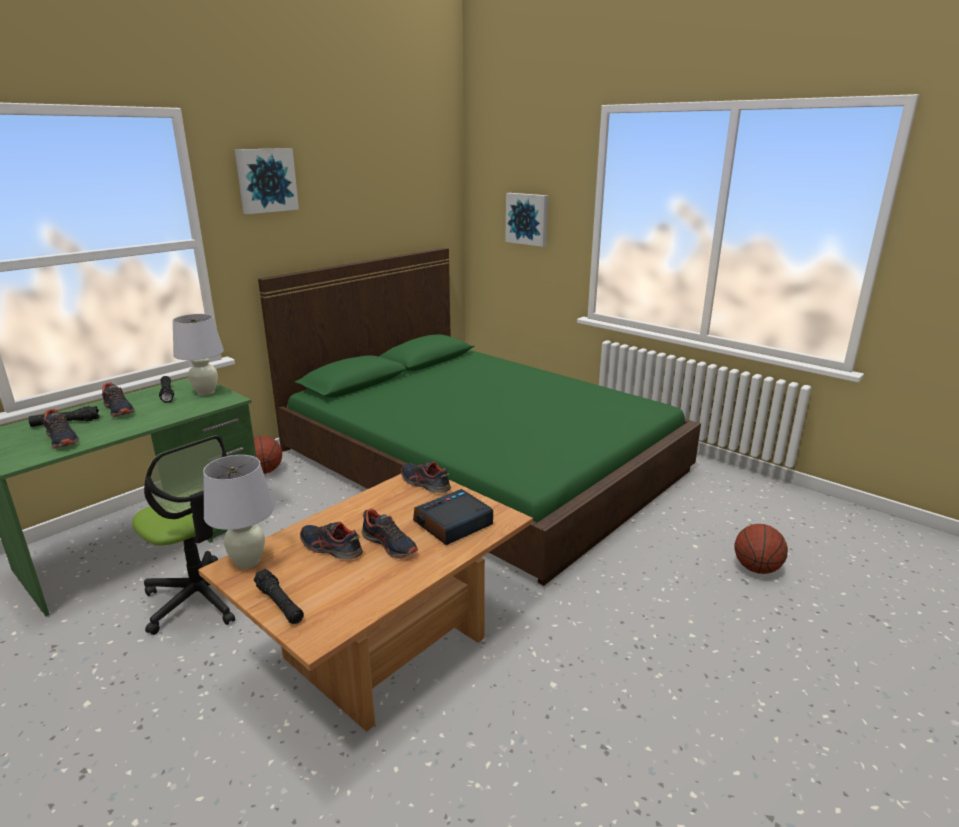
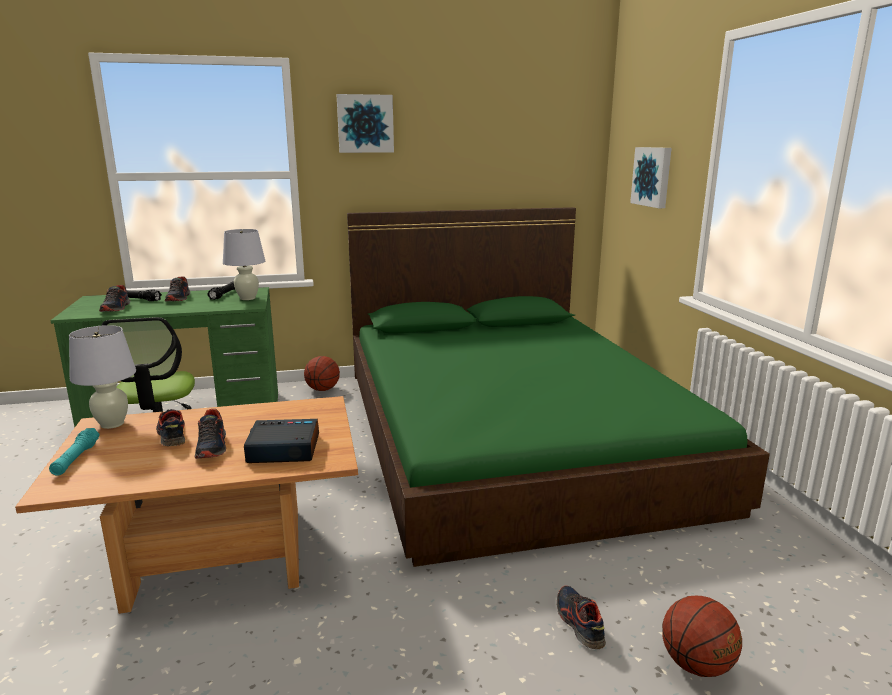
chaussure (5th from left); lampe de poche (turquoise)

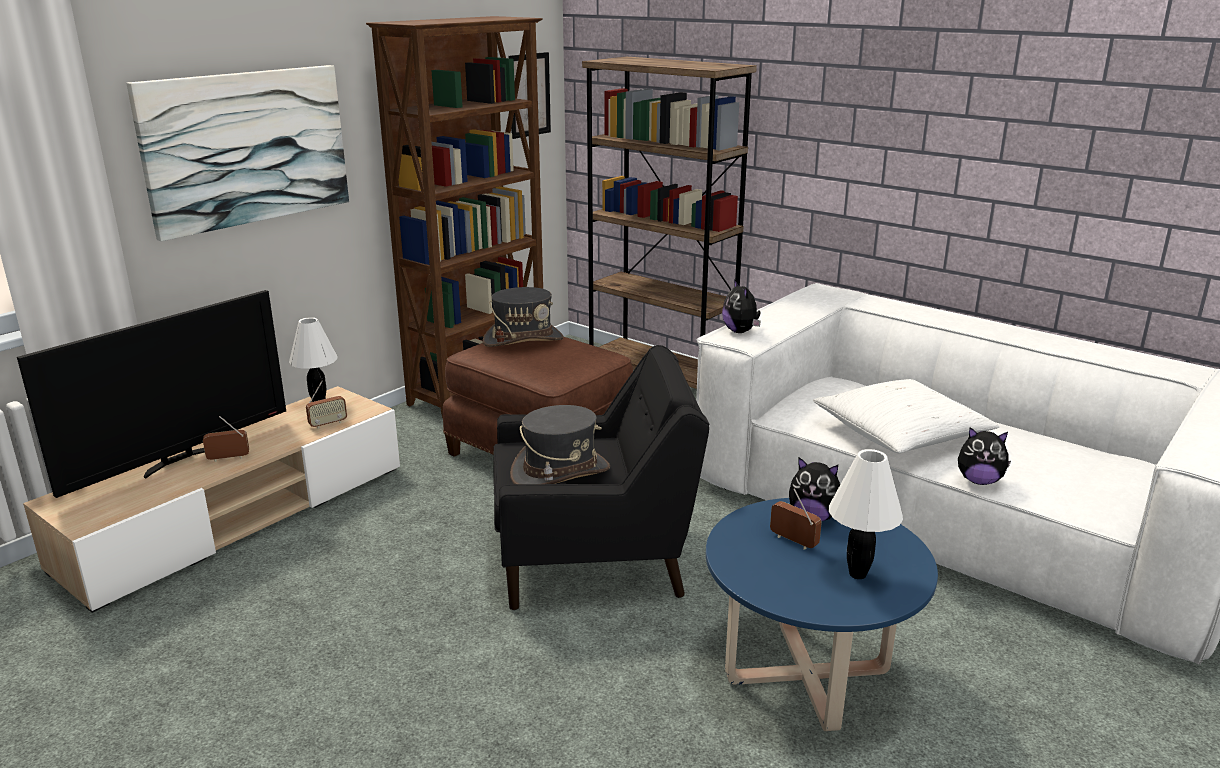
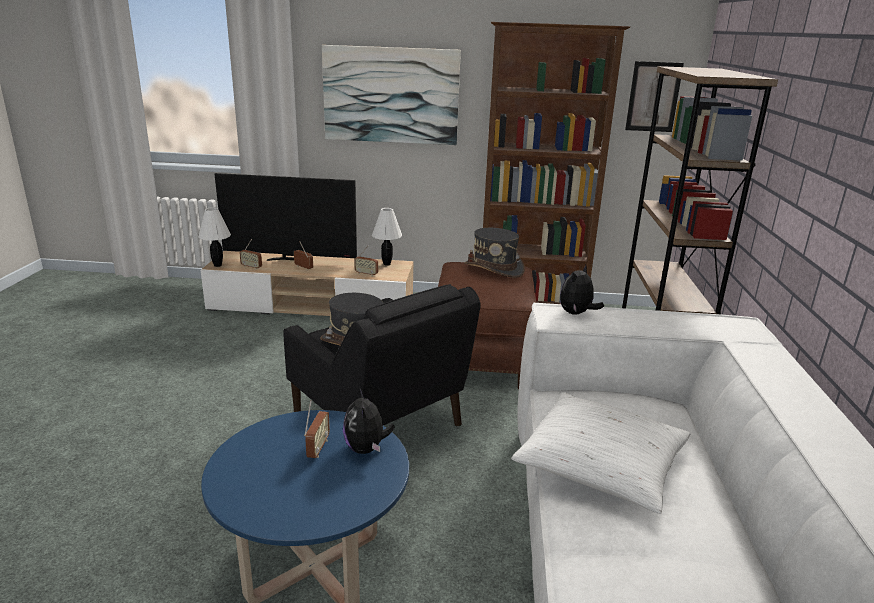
peluche (3rd from left in the first image); lampe de table (blanc) (1st from left); radio (1st from left)

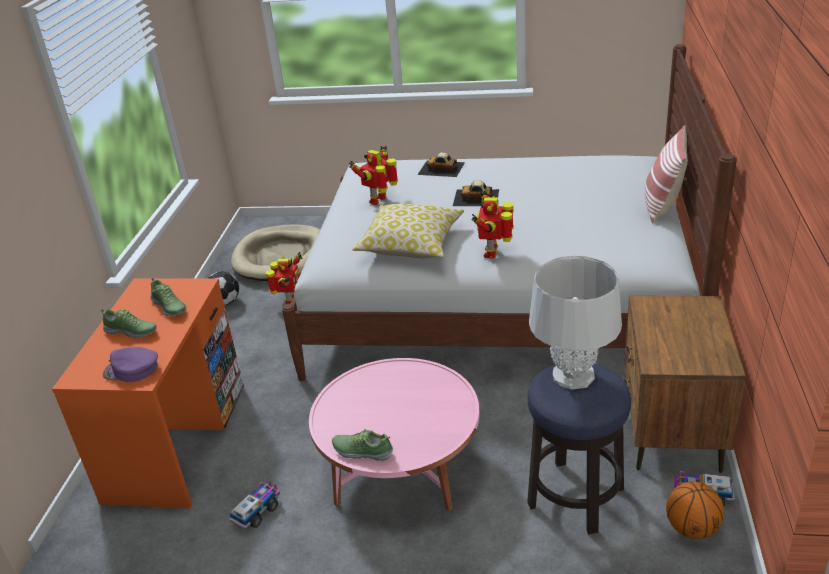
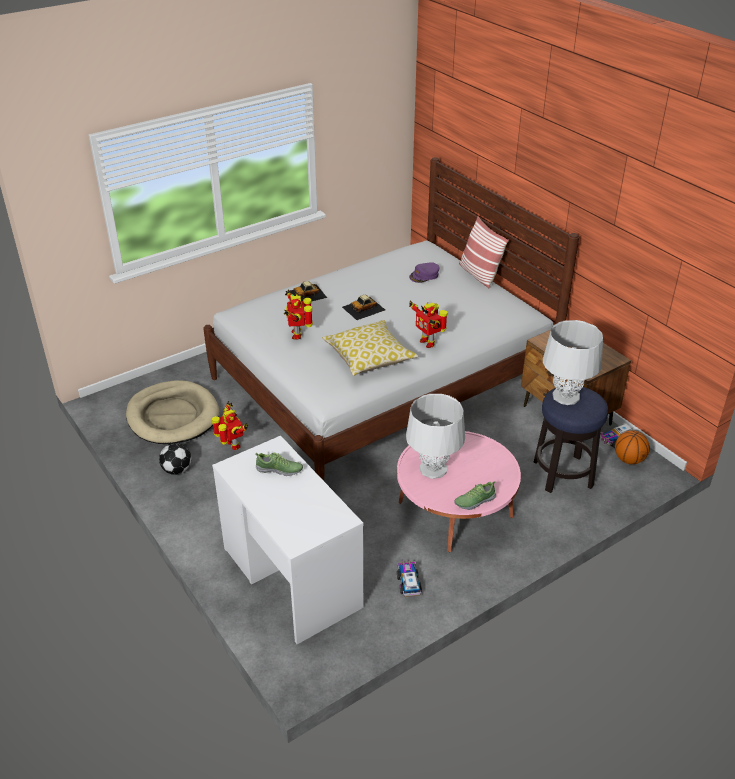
bureau (blanc); chaussure (1st from left in the first image); casquette (violet); lampe de table (gris) (1st from left)

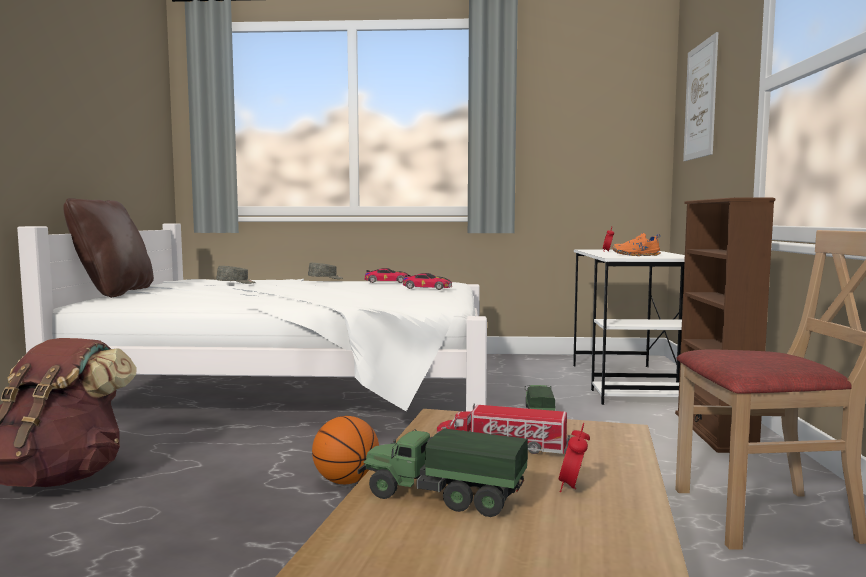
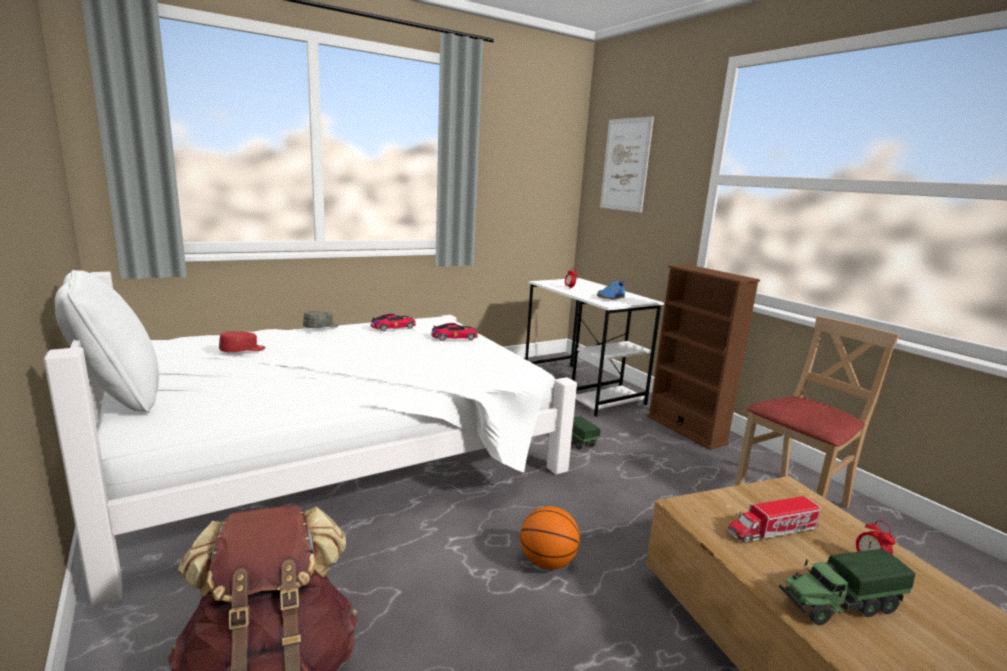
coussin (blanc); chaussure (bleu); casquette (rouge)

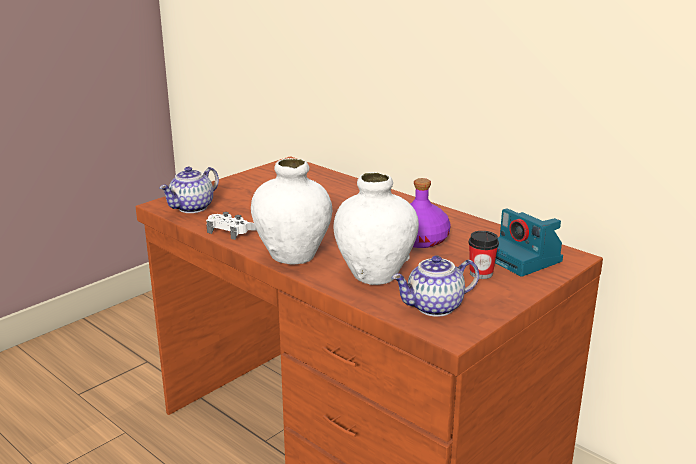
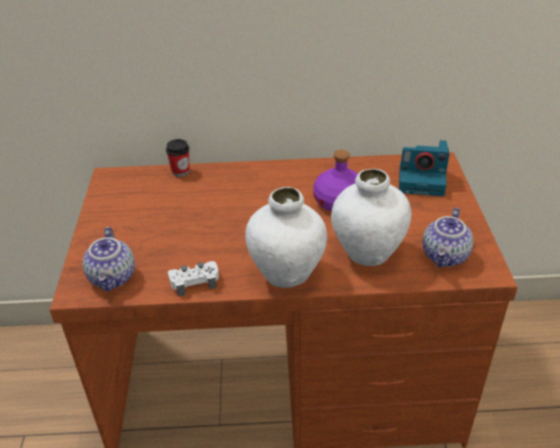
tasse

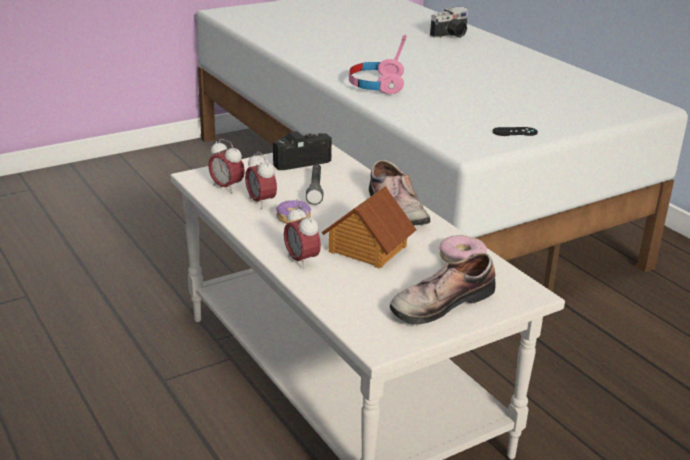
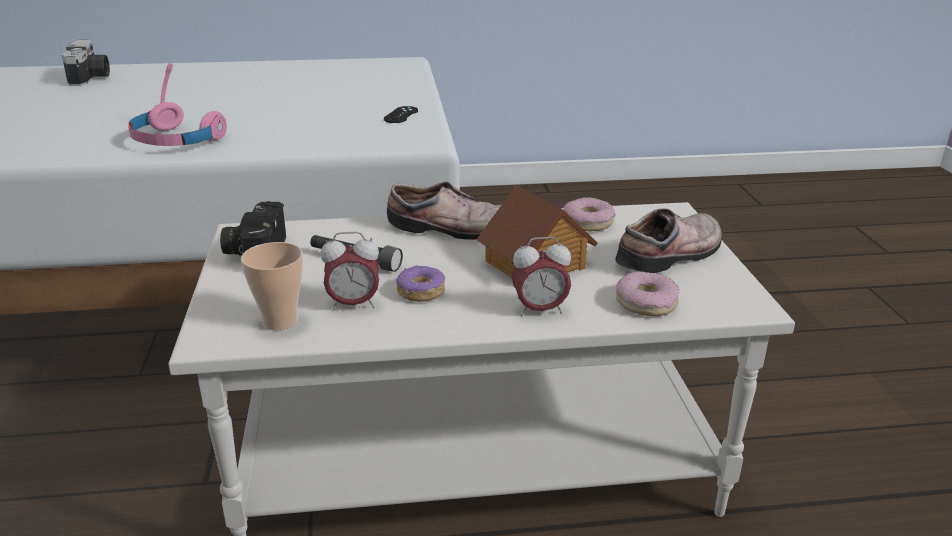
tasse; chaussure (2nd from left); beignet (3rd from left)

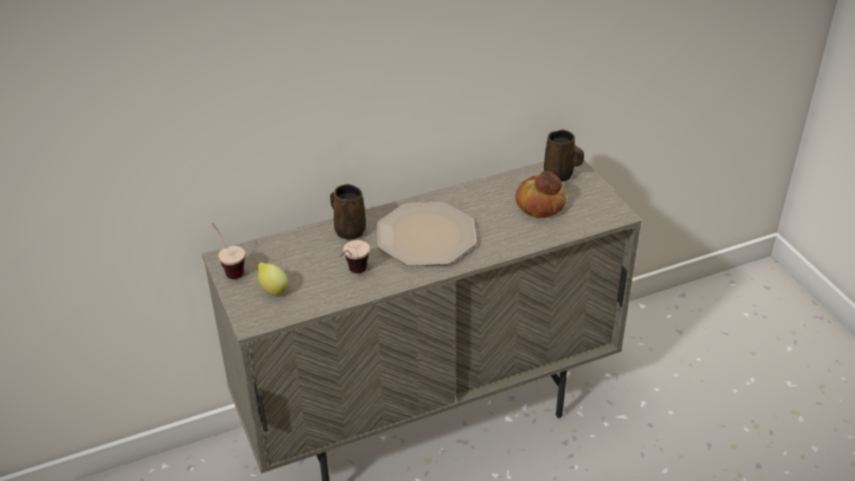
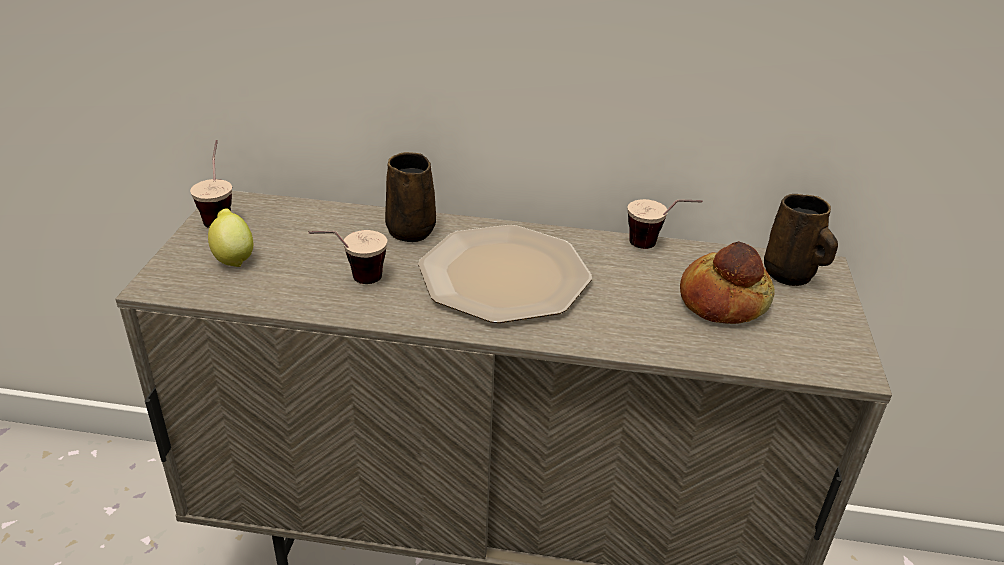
tasse (3rd from left)

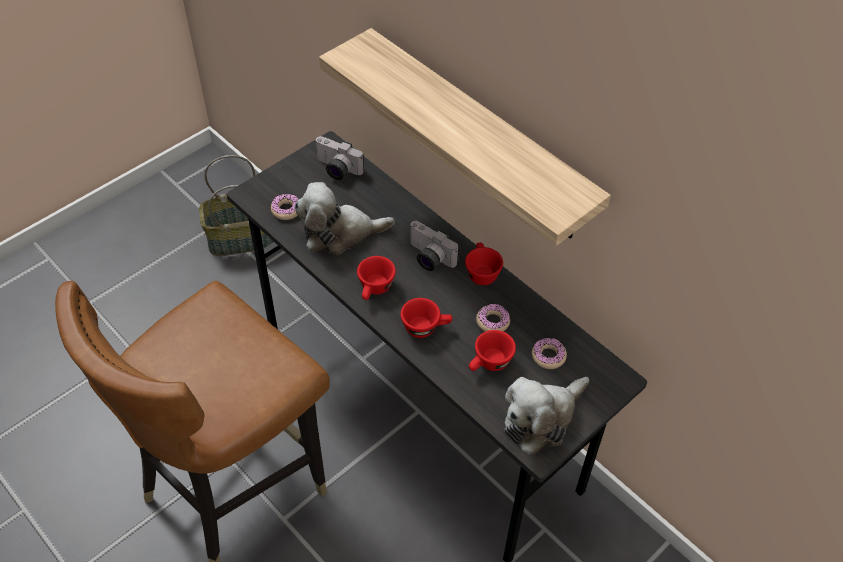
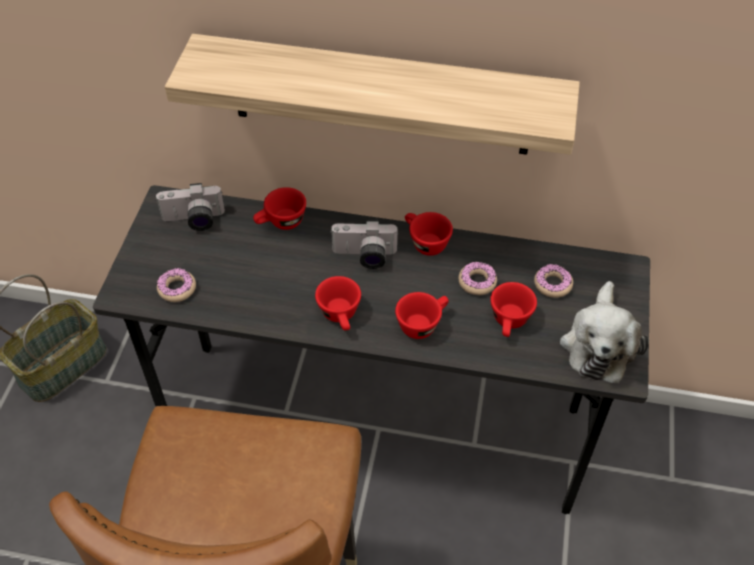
peluche (1st from left in the first image); tasse (rouge) (1st from left)

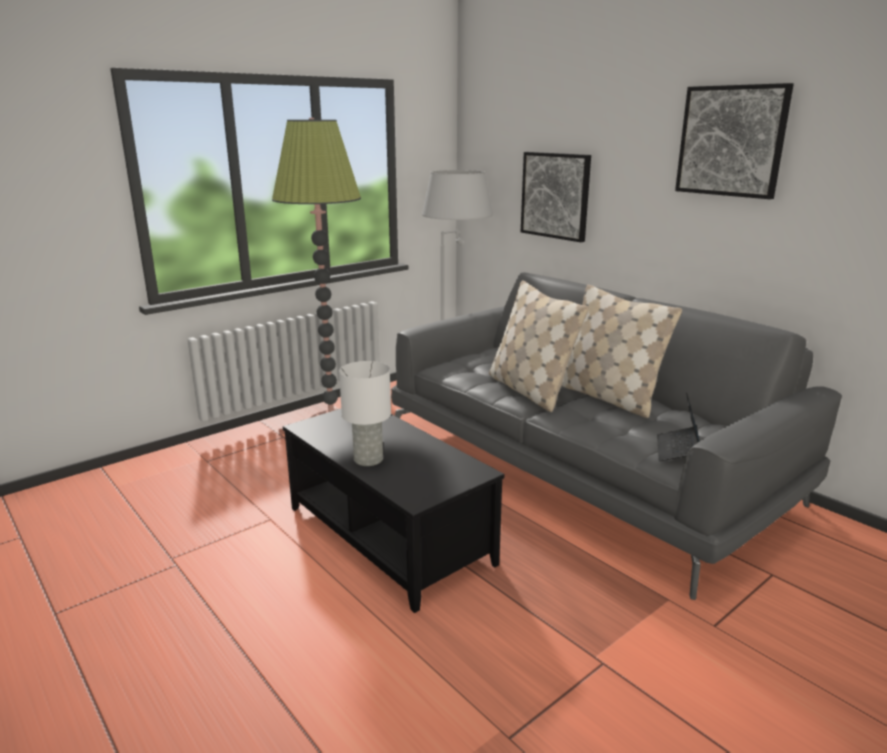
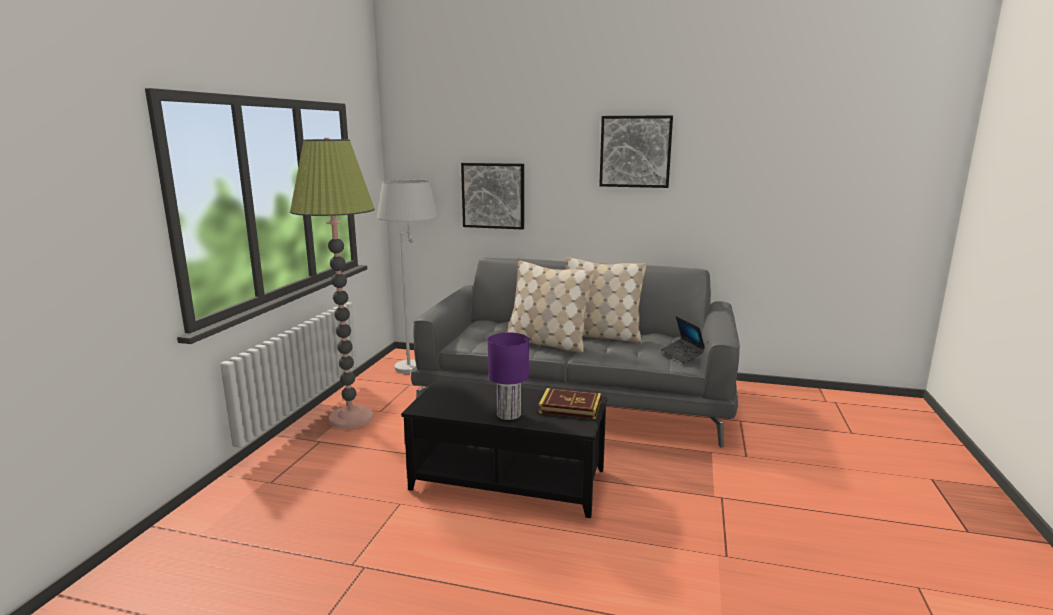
lampe de table (violet); livre

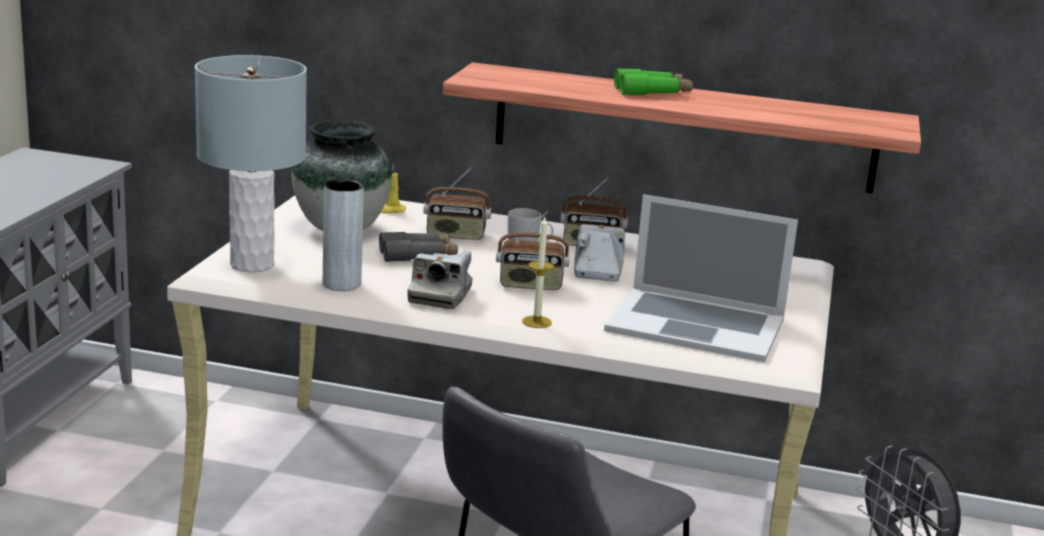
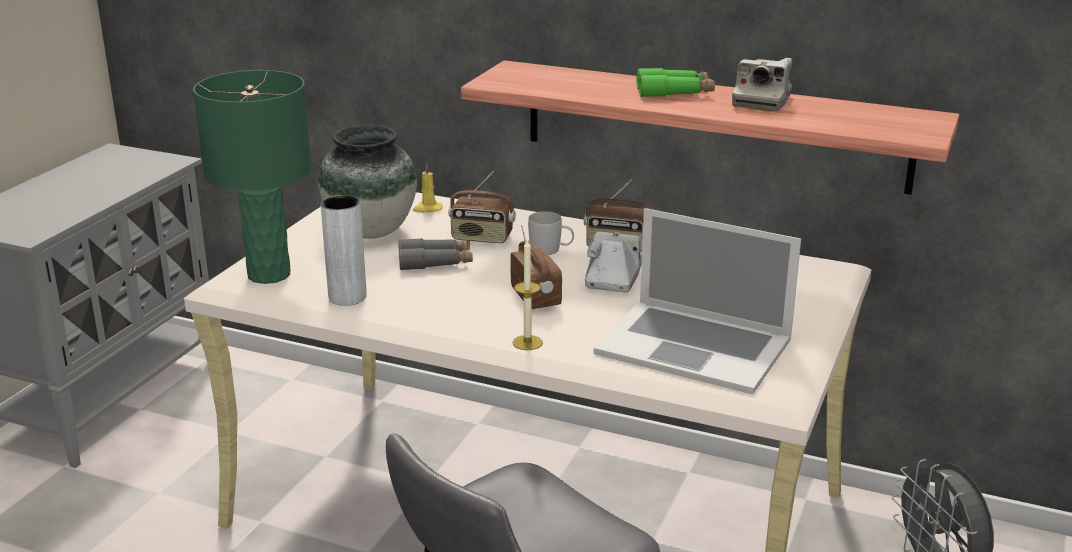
lampe de table (vert); radio (2nd from left); appareil photo (2nd from left)

